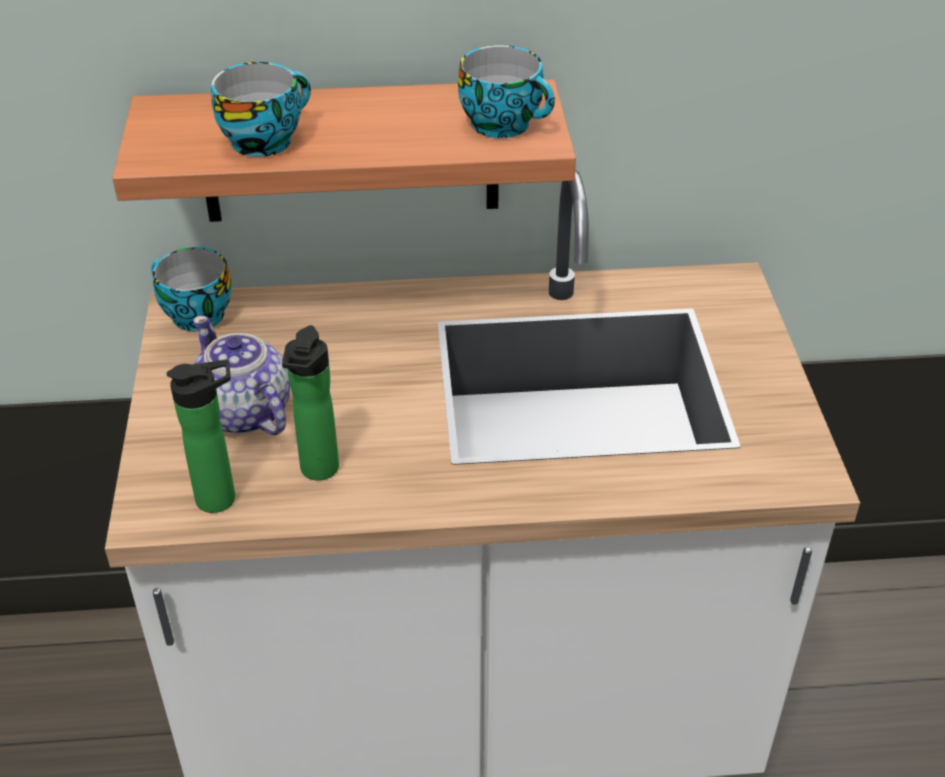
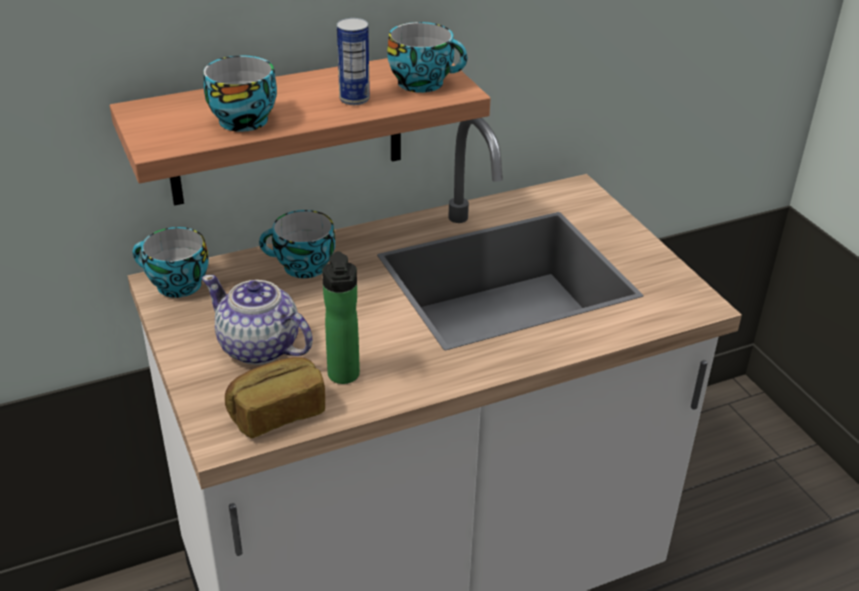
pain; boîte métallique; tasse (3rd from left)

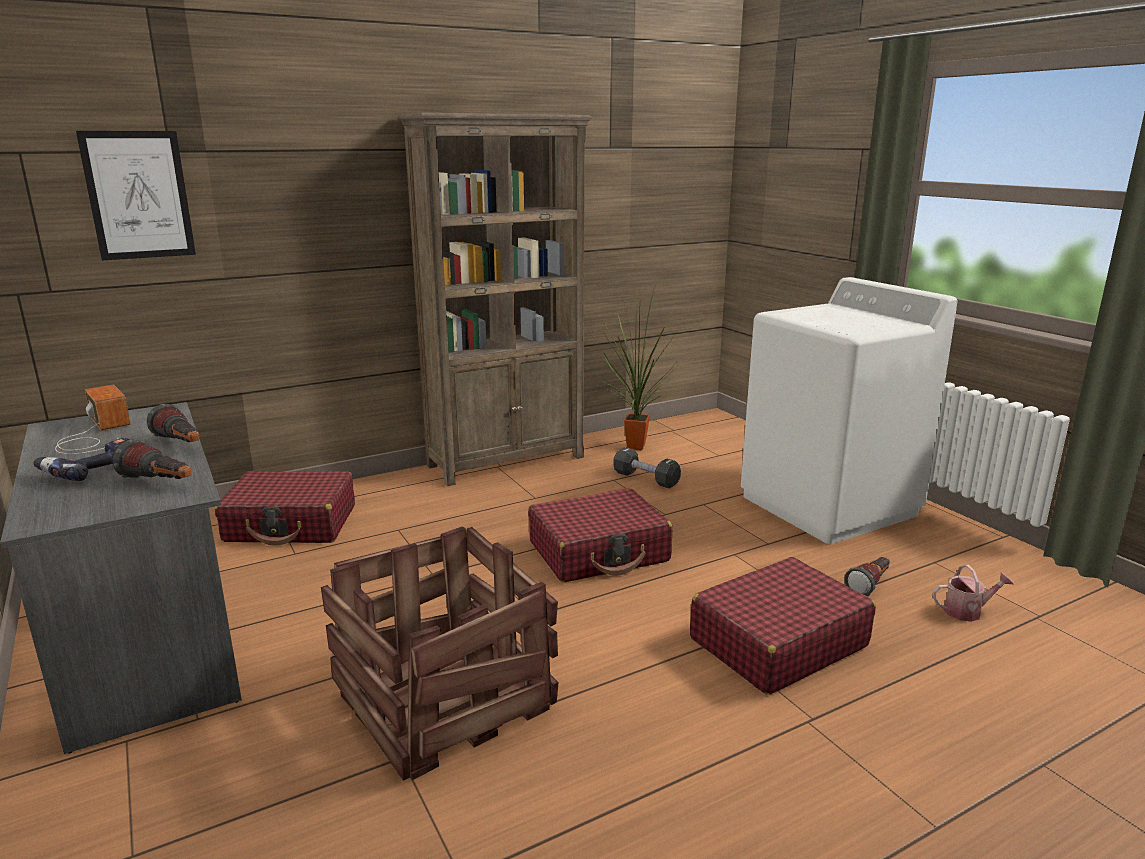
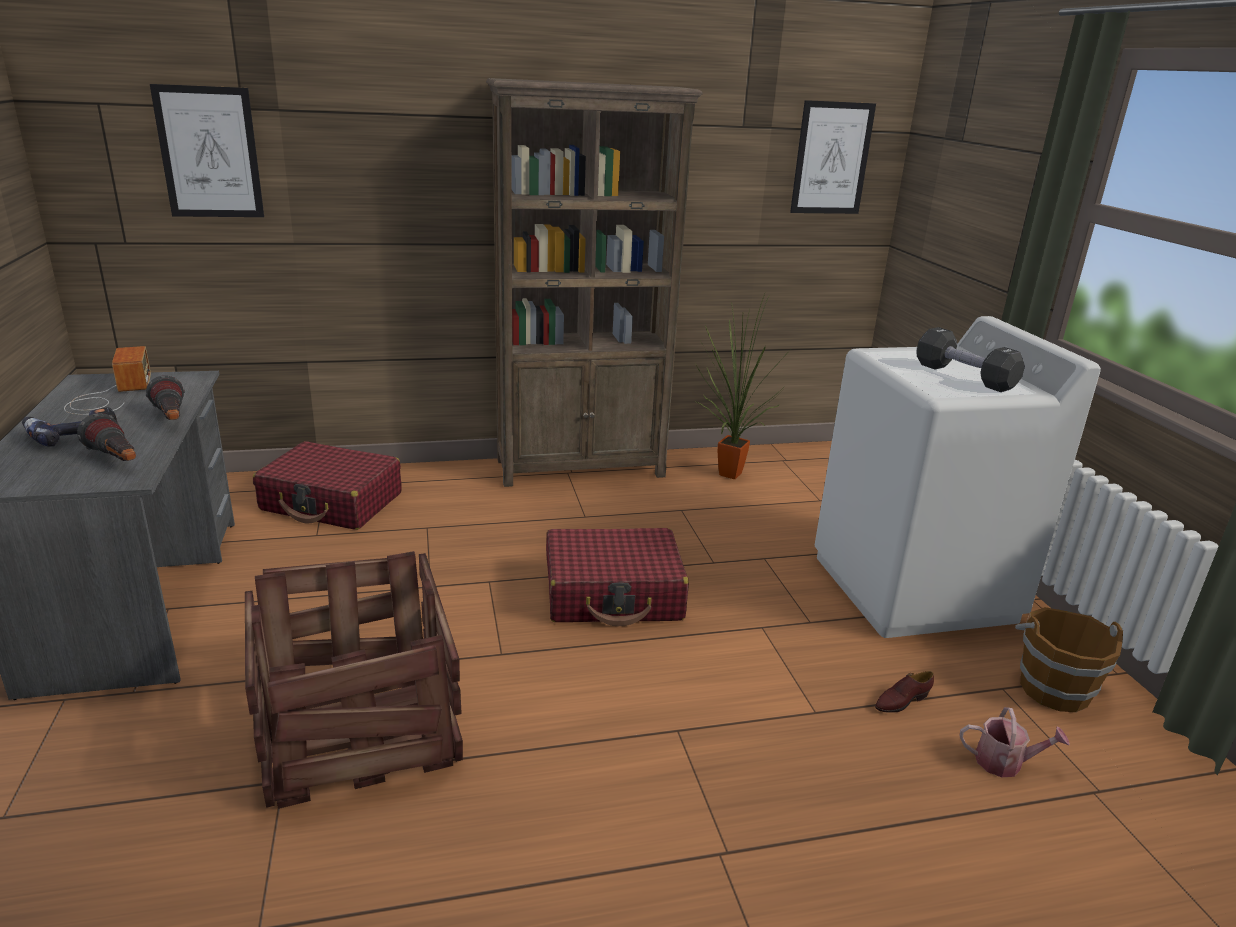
haltère (noir); valise (rouge) (3rd from left in the first image); chaussure (marron); tableau (2nd from left); seau (marron)

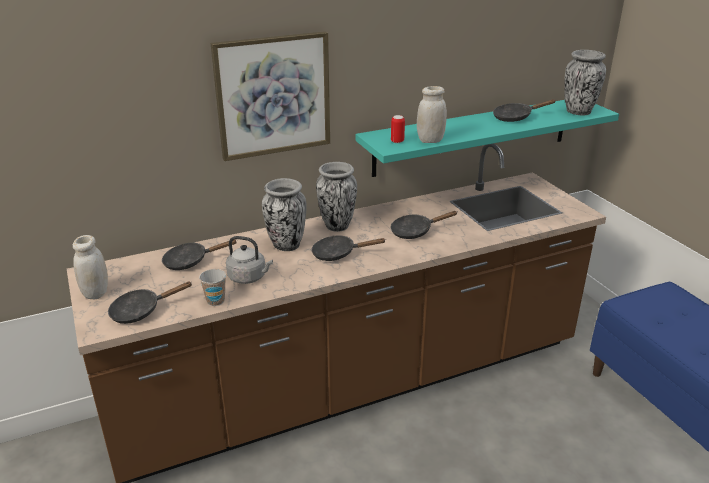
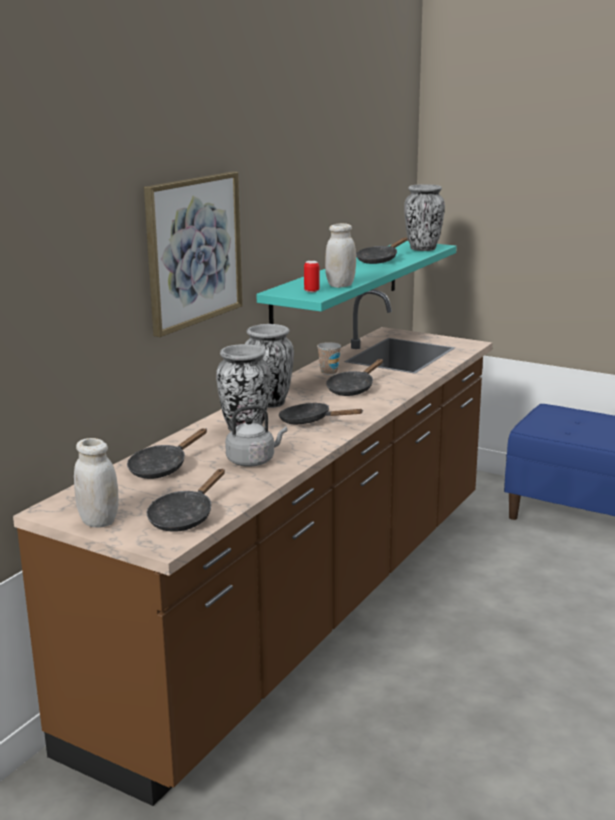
poêle (noir) (3rd from left); tasse

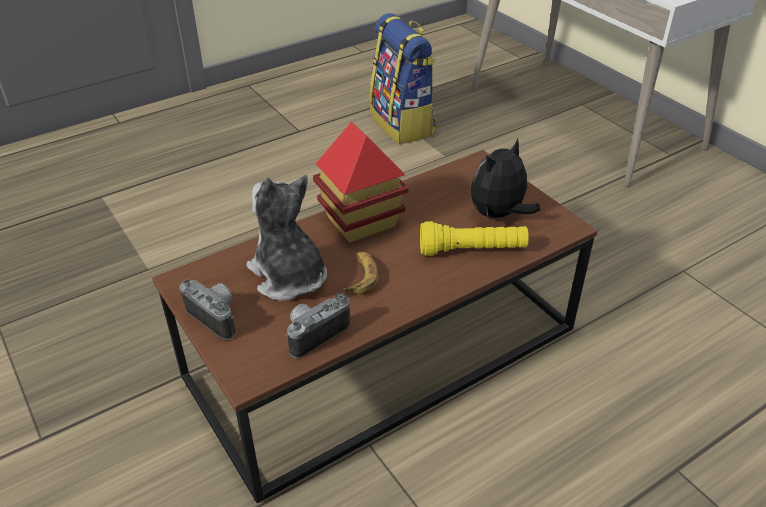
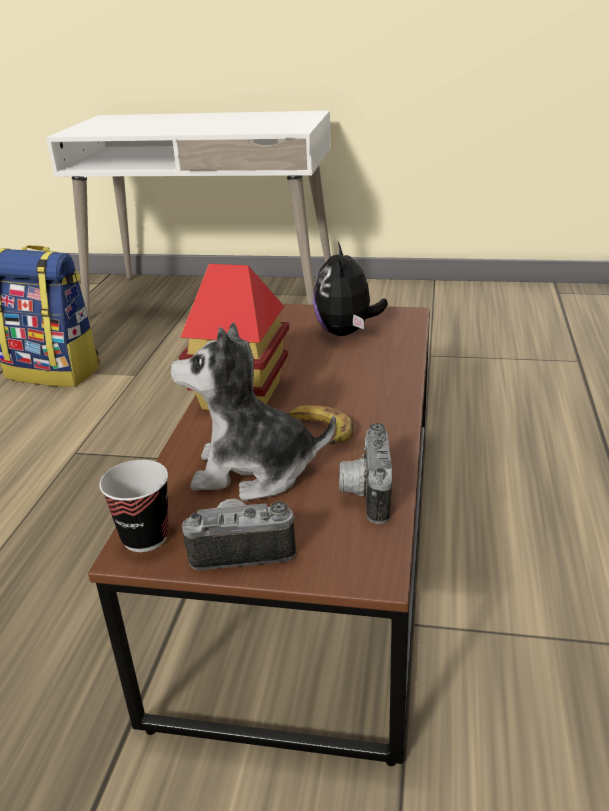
lampe de poche (jaune); tasse

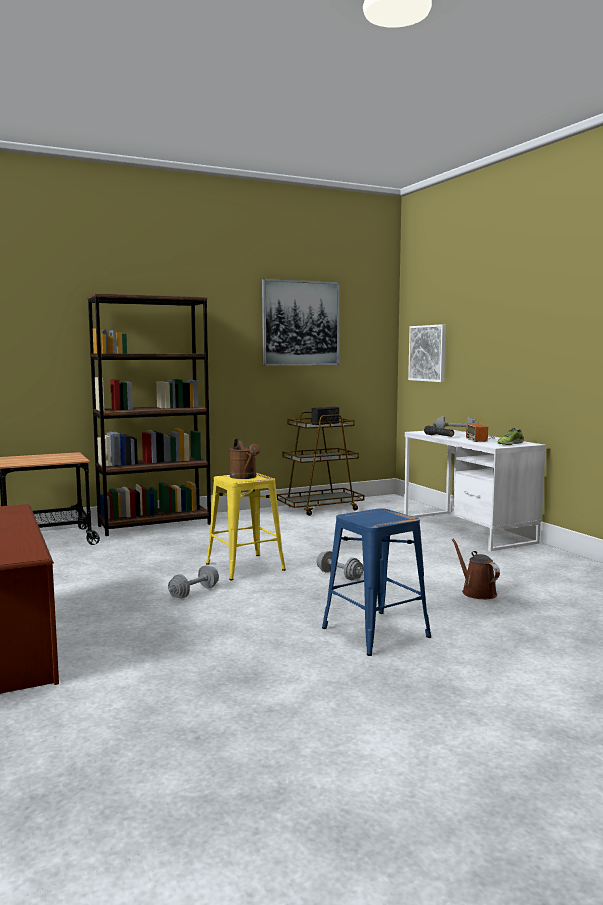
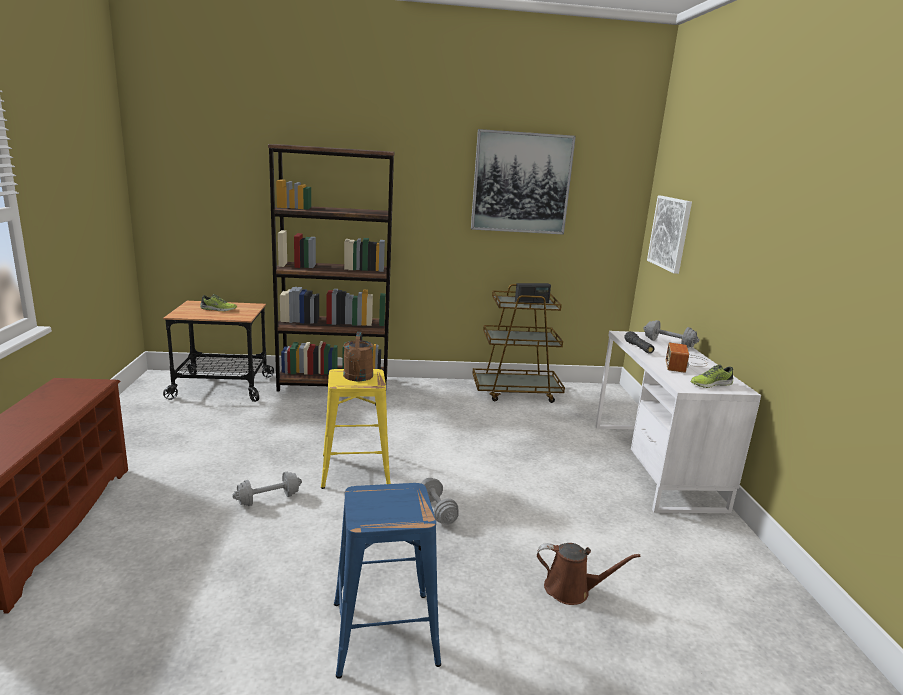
arrosoir (marron) (2nd from left); chaussure (1st from left)

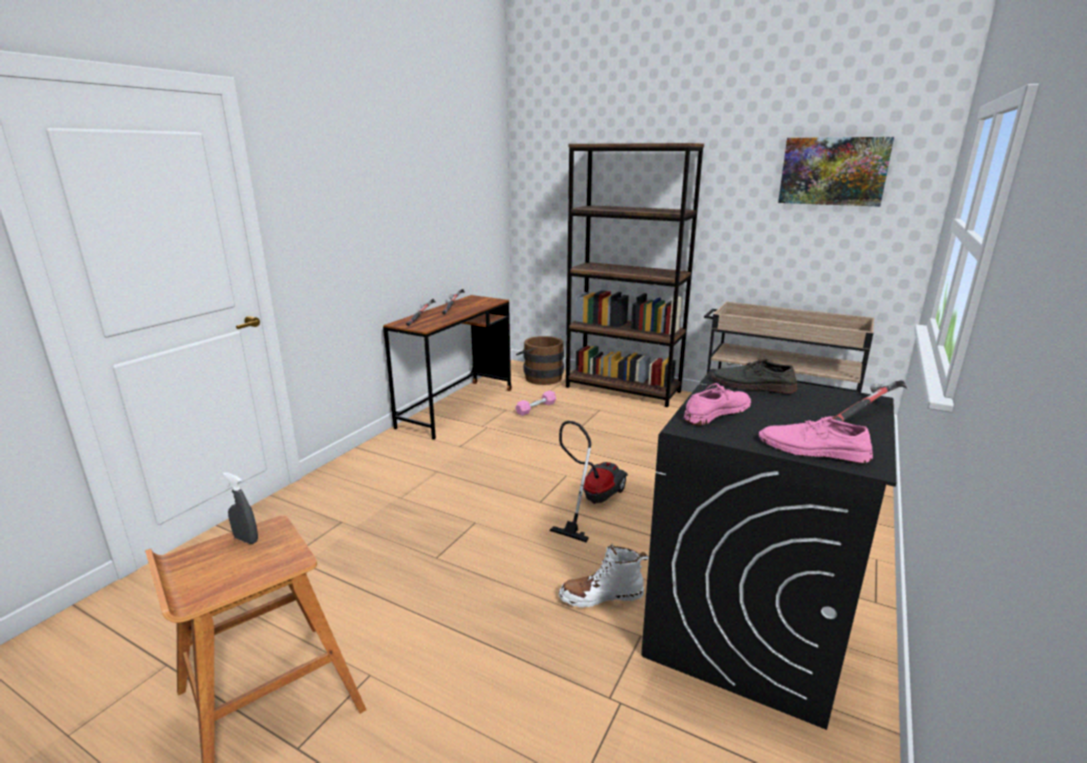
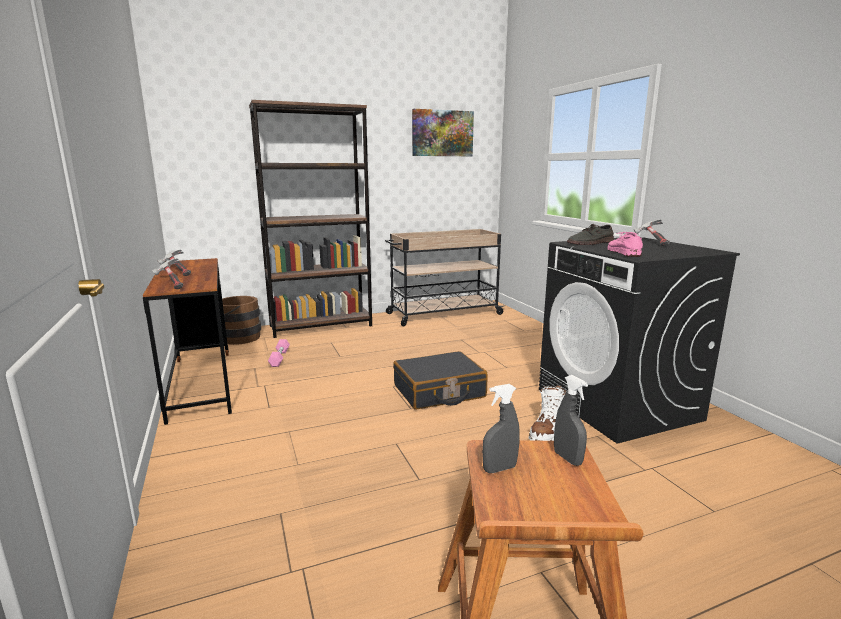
chaussure (rose) (2nd from left in the first image); valise (noir); vaporisateur (gris) (2nd from left)

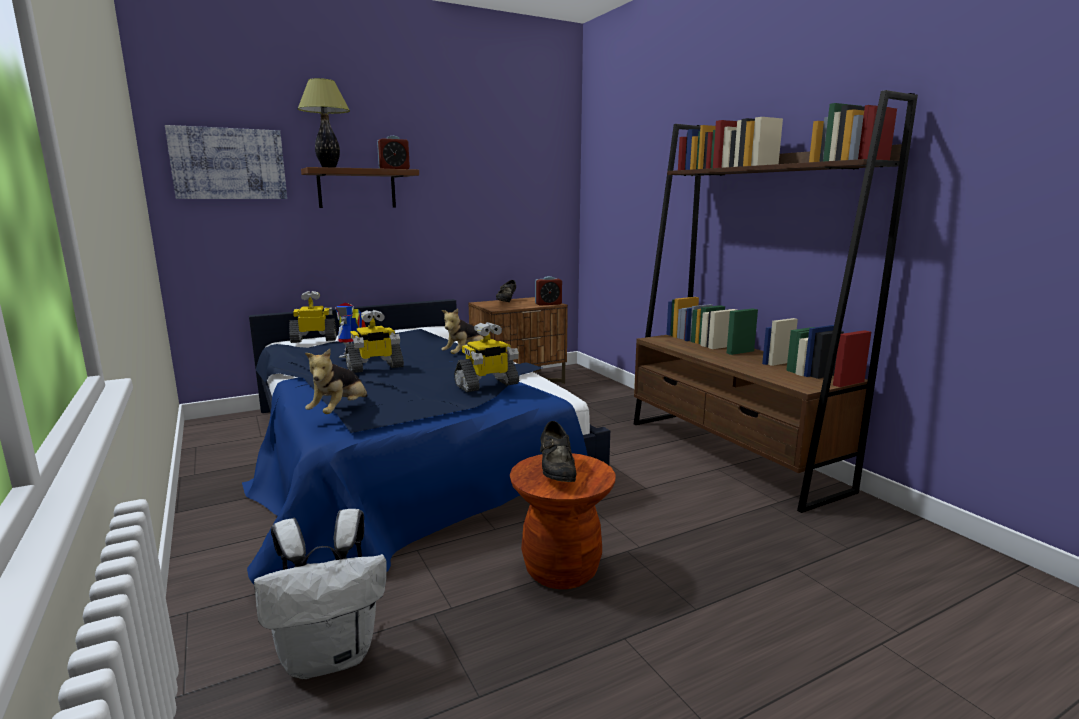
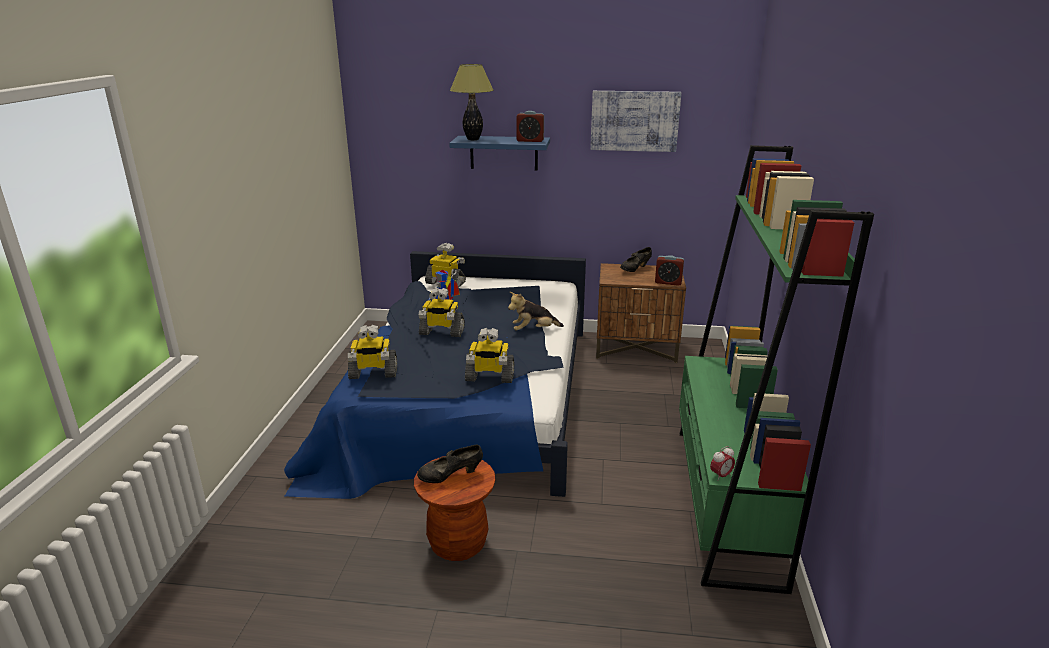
bibliothèque (vert); tableau; étagère (bleu); robot jouet (1st from left); chaussure (noir) (1st from left); sac à dos (blanc); réveil (3rd from left)

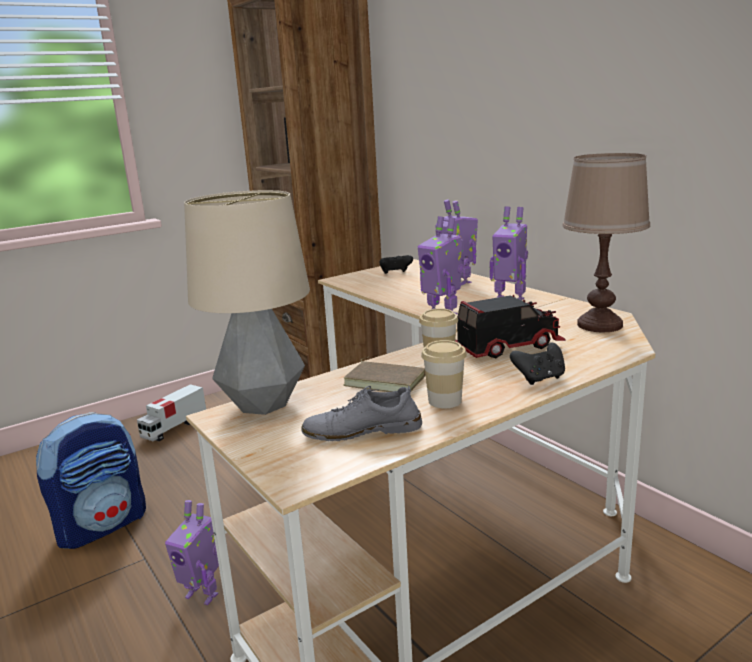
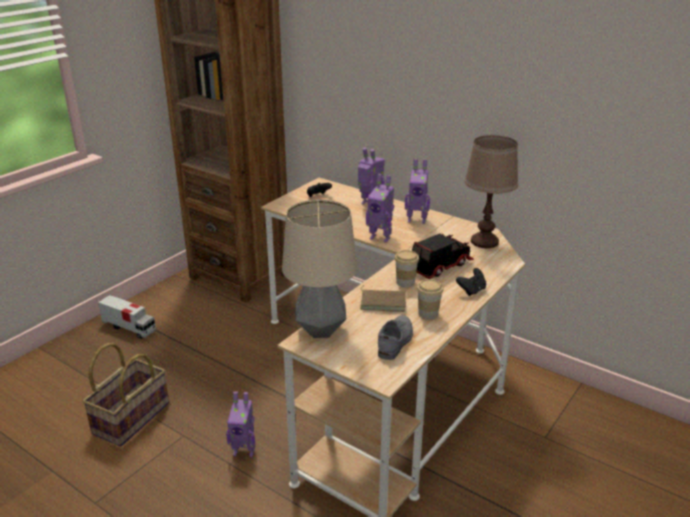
camion jouet (1st from left); chaussure (gris); panier

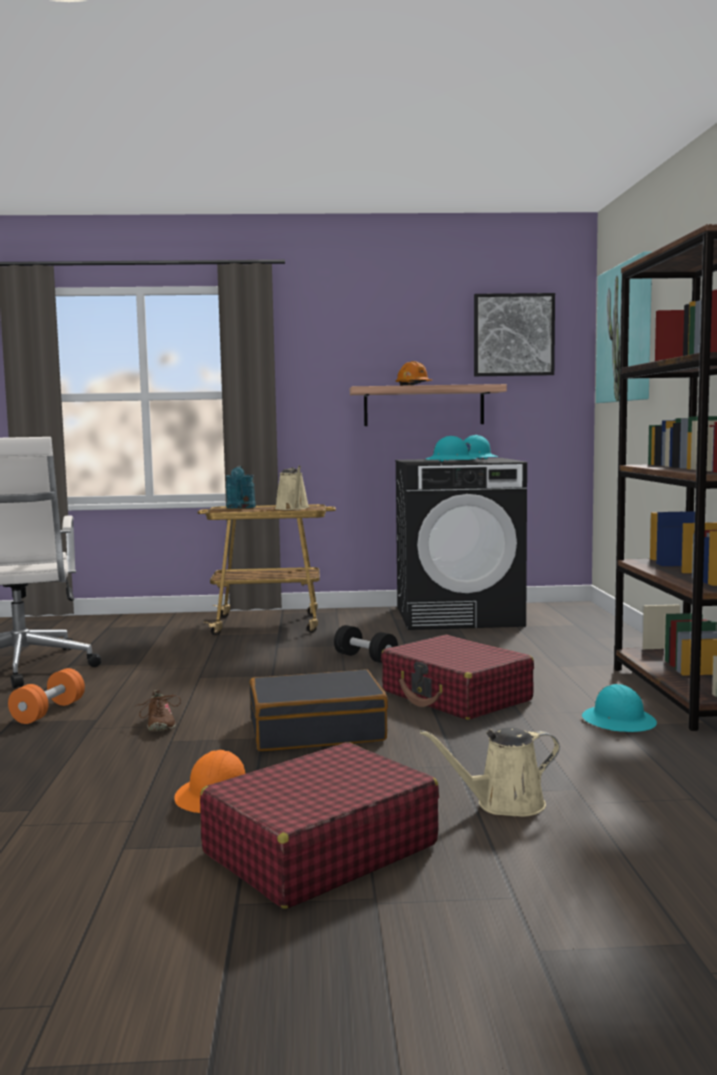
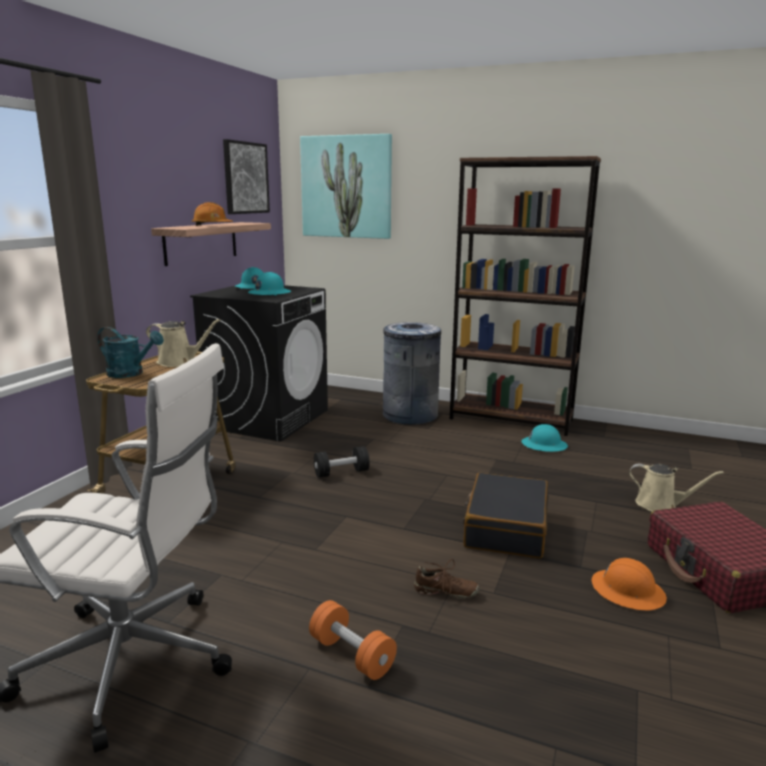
valise (rouge) (2nd from left in the first image); arrosoir (beige) (2nd from left); poubelle (gris)

